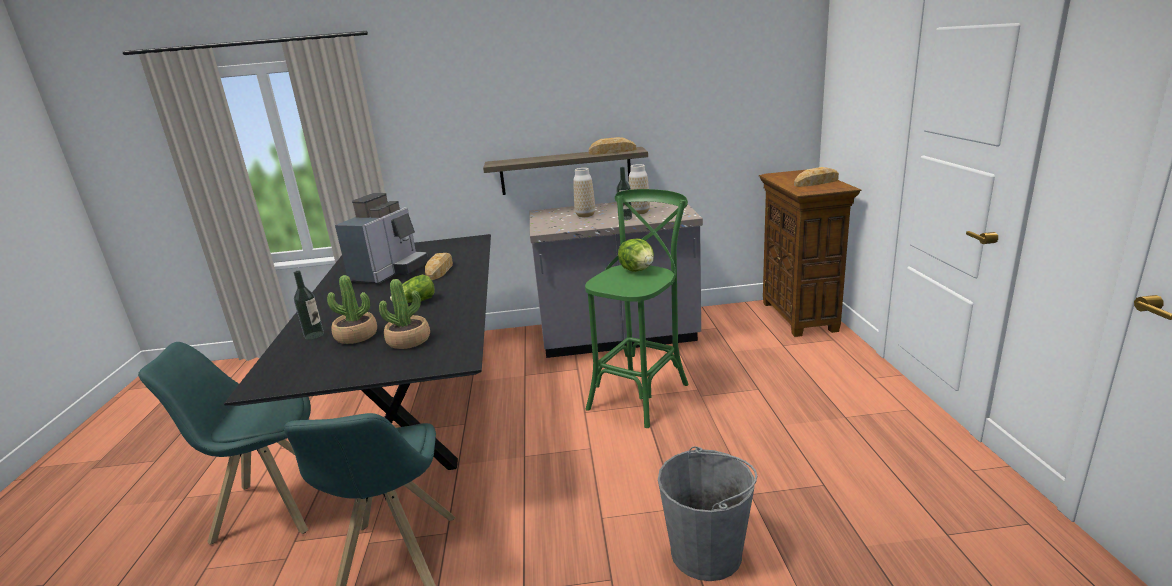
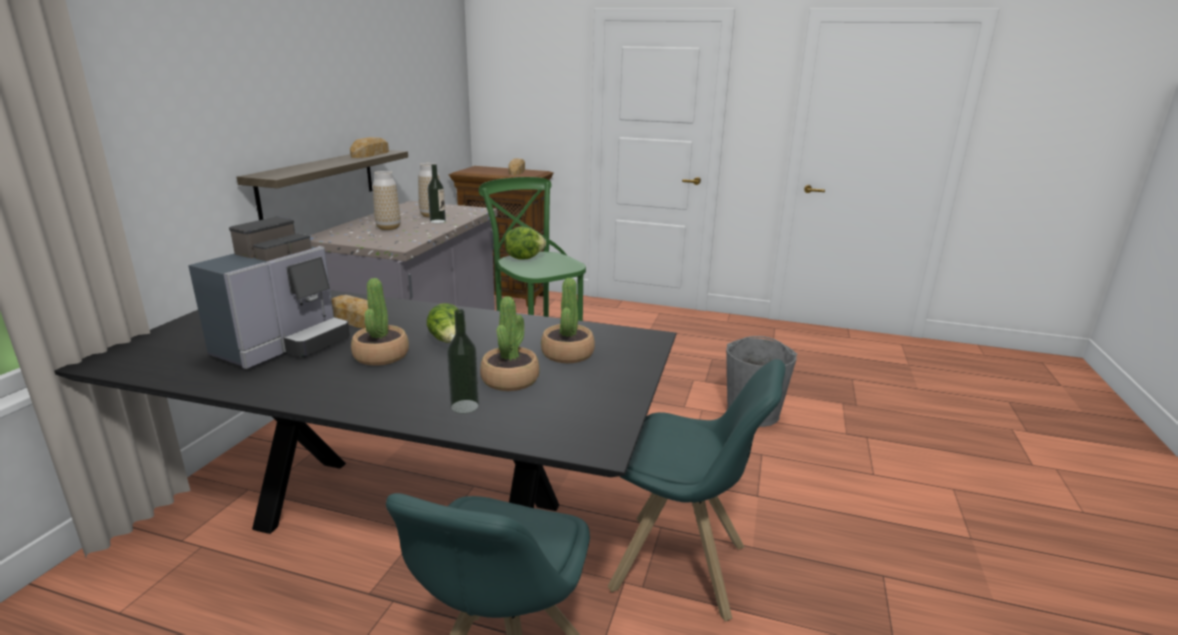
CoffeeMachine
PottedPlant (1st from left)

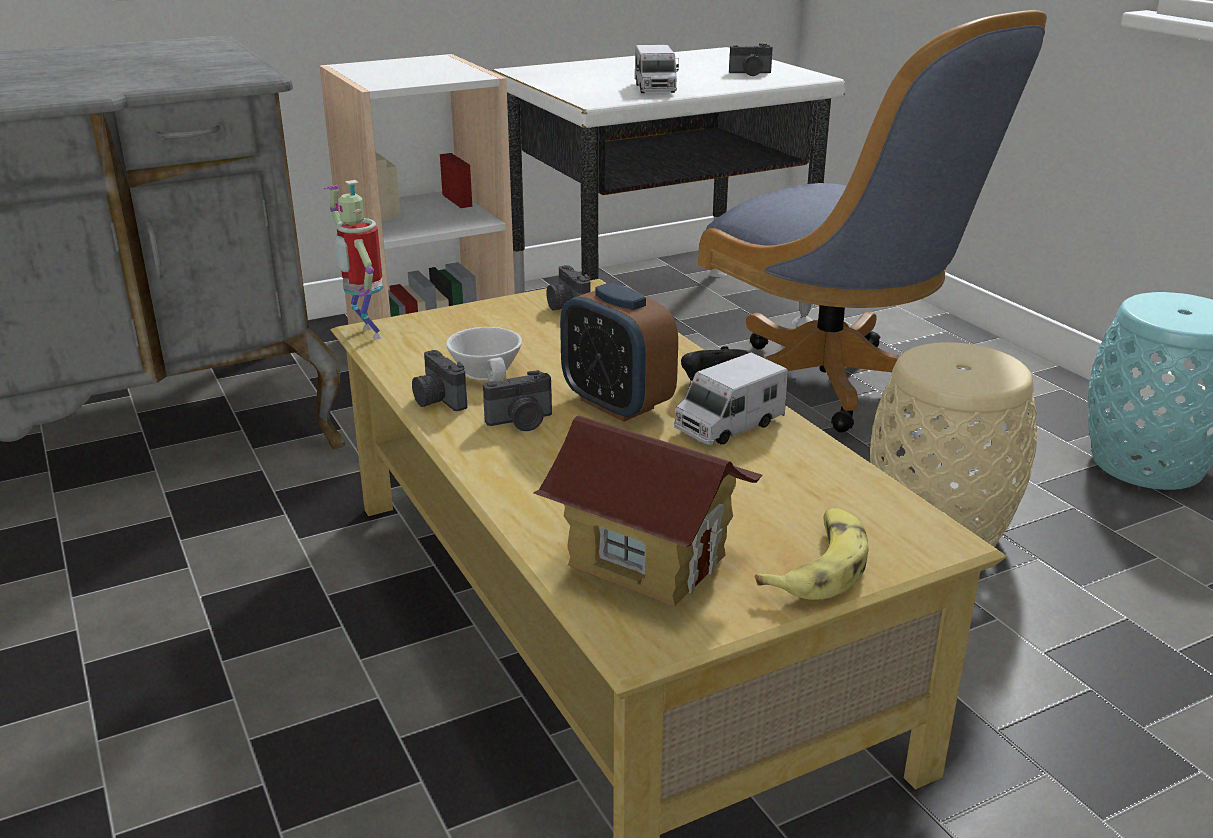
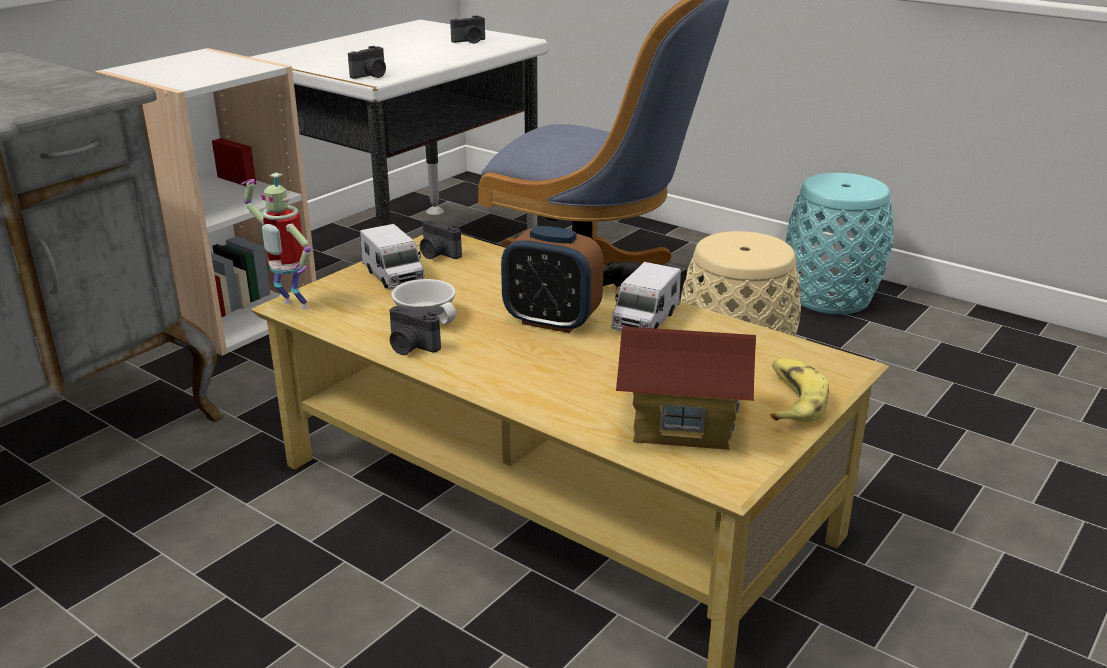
ToyTruck (1st from left)
PhotoCamera (1st from left)

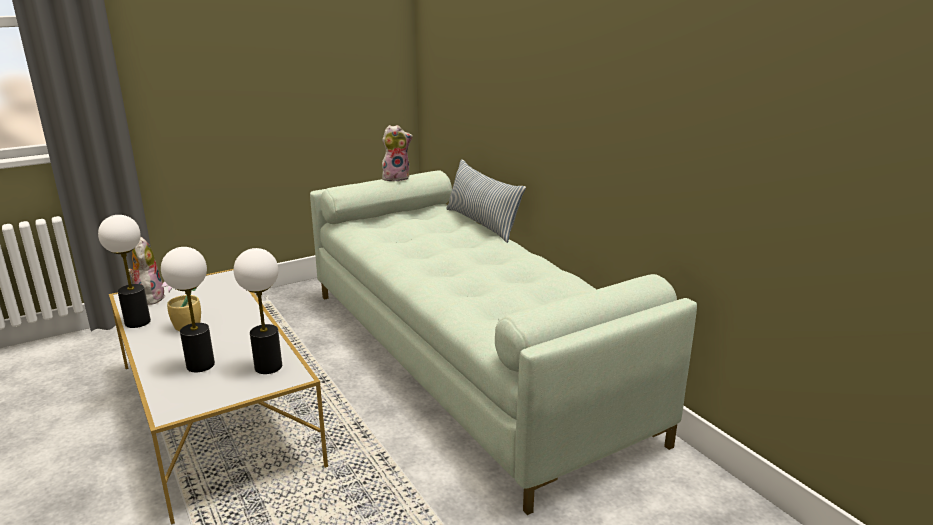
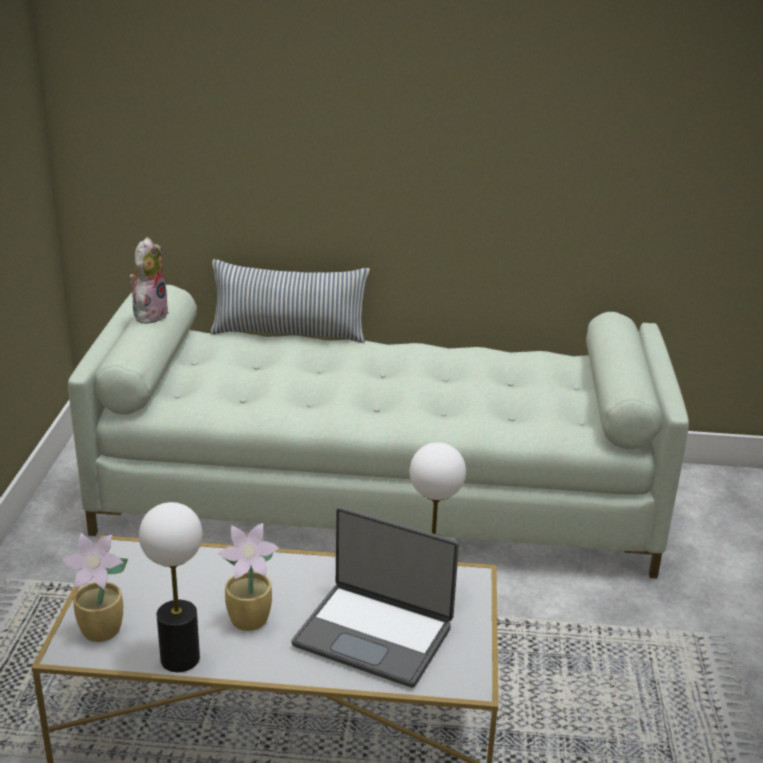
PottedPlant (1st from left)
Laptop

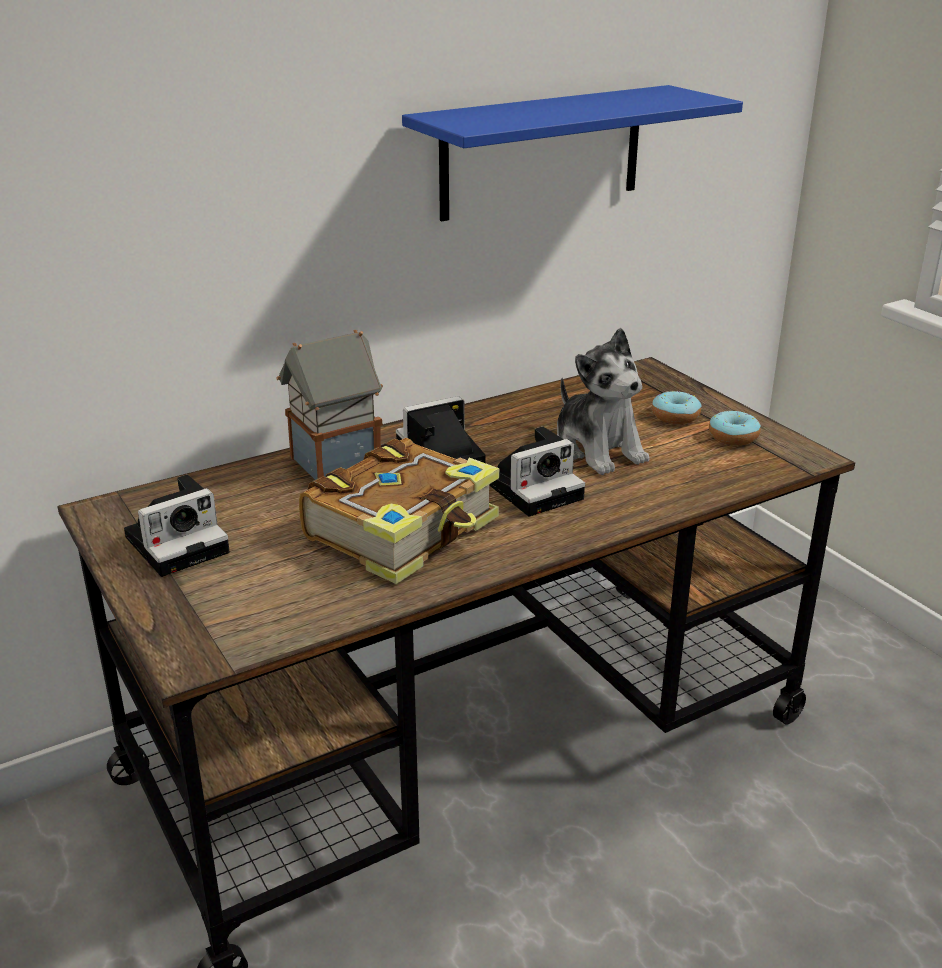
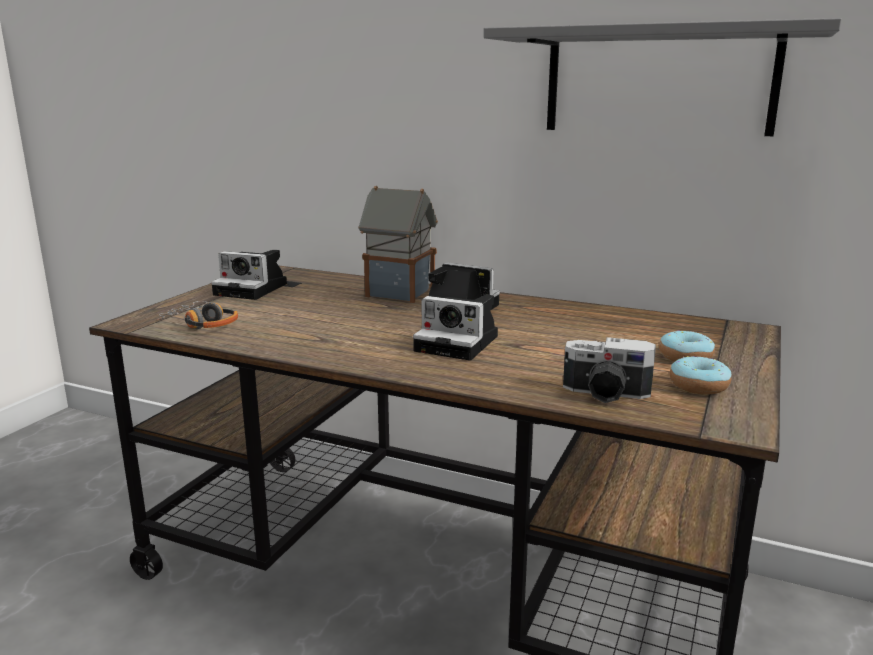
GreyShelf
PlushToy
Book
Headphones
PhotoCamera (4th from left)

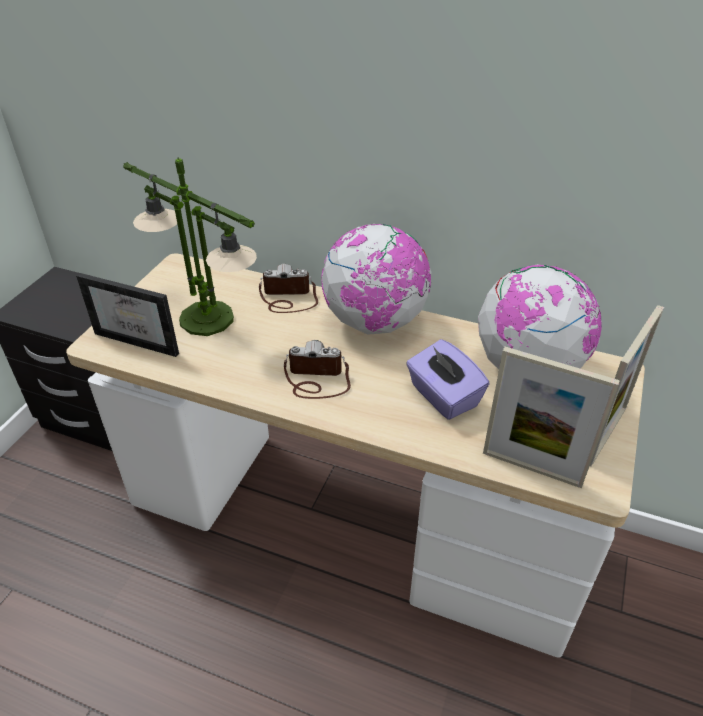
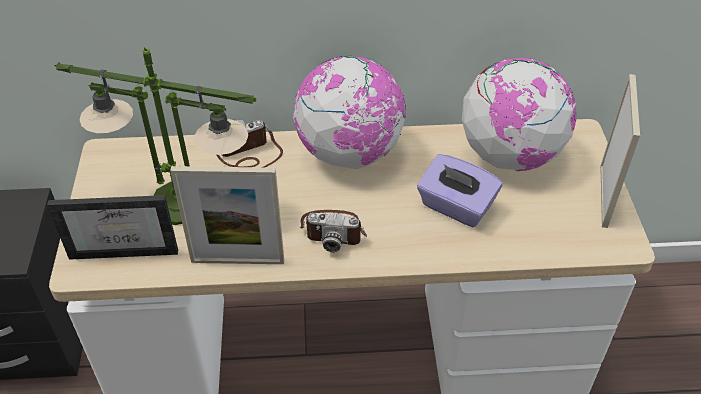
PhotoCamera (2nd from left)
PictureFrame (2nd from left)

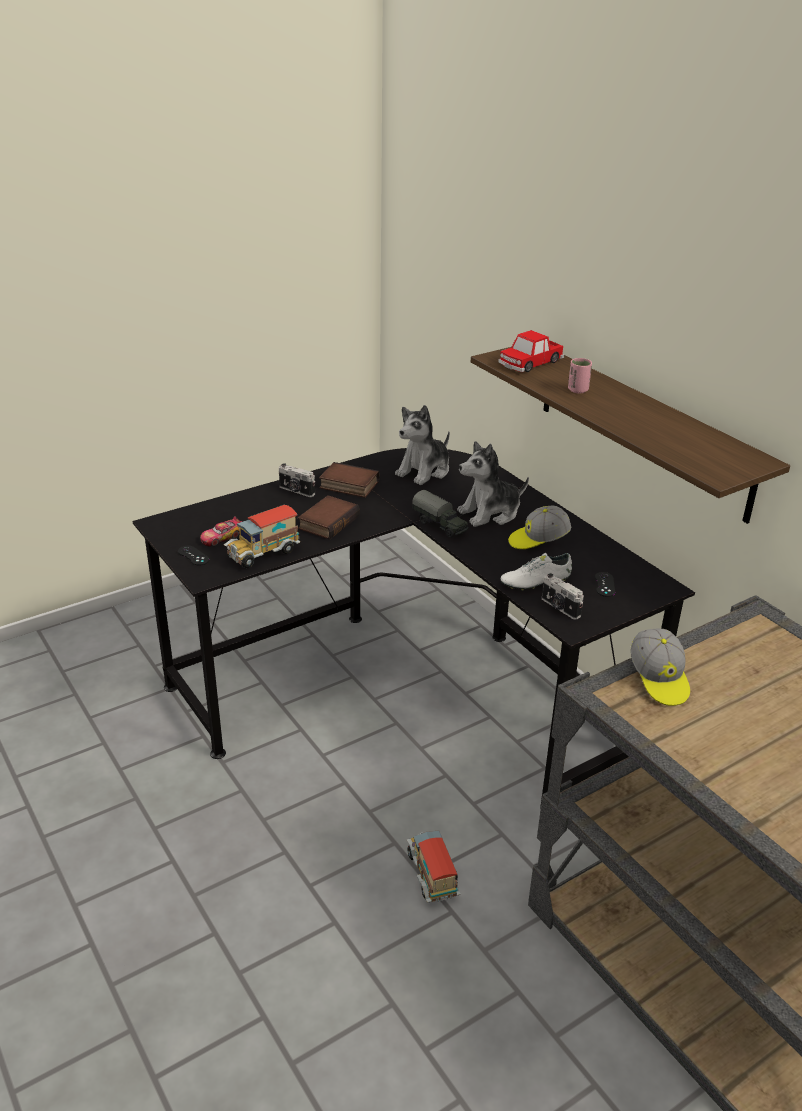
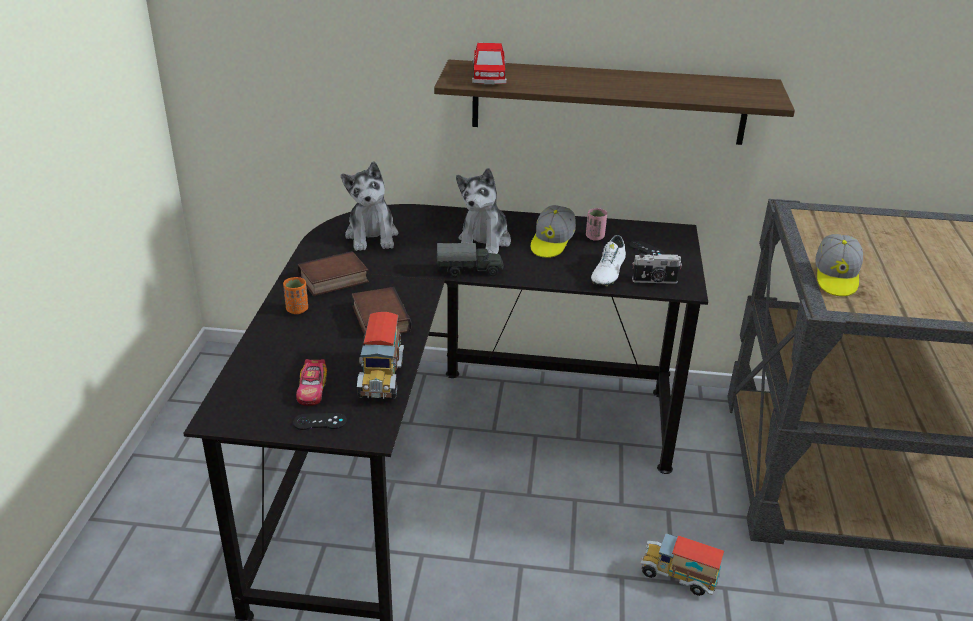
PinkCup
OrangeCup
Cap (2nd from left)

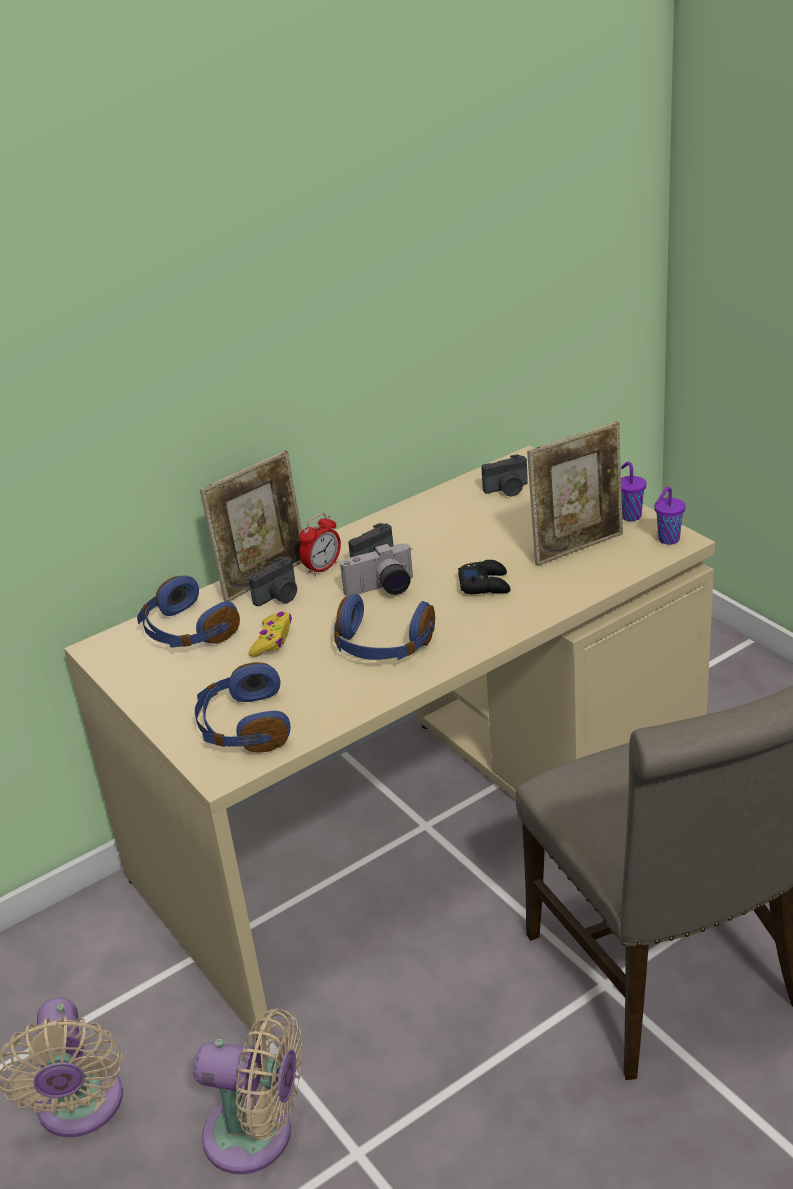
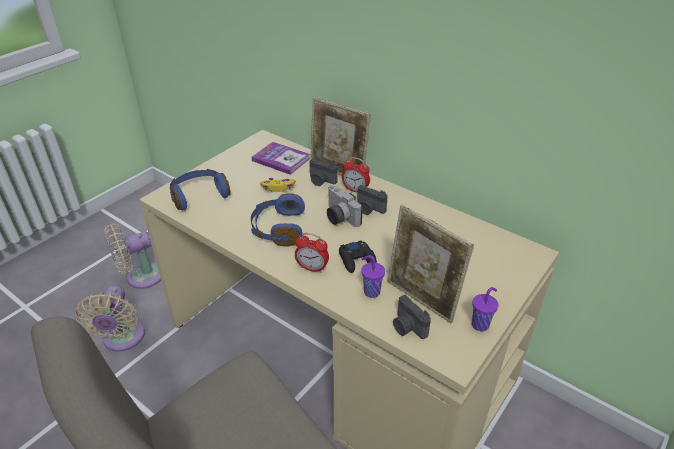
PhotoCamera (4th from left)
PurpleCup (1st from left)
Book
AlarmClock (1st from left)

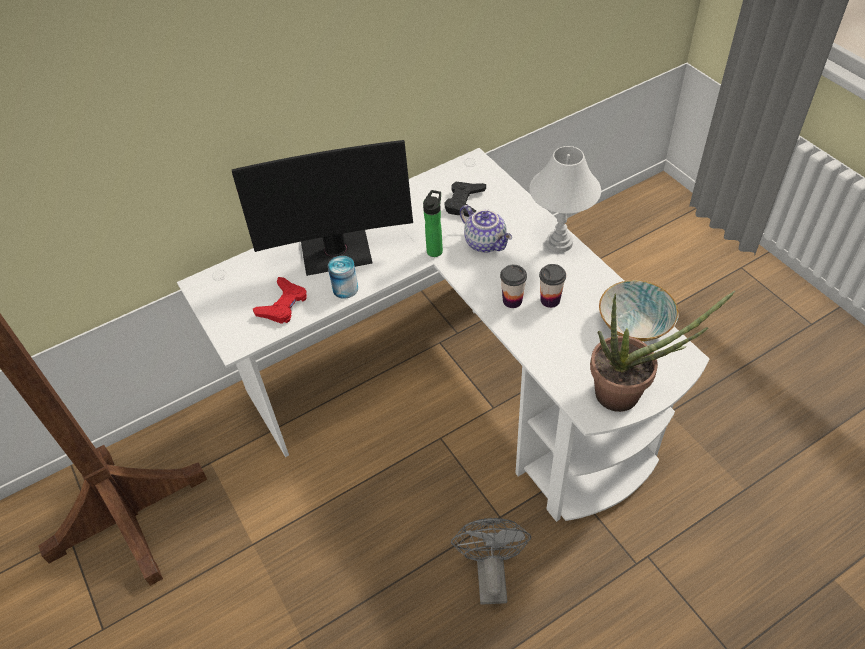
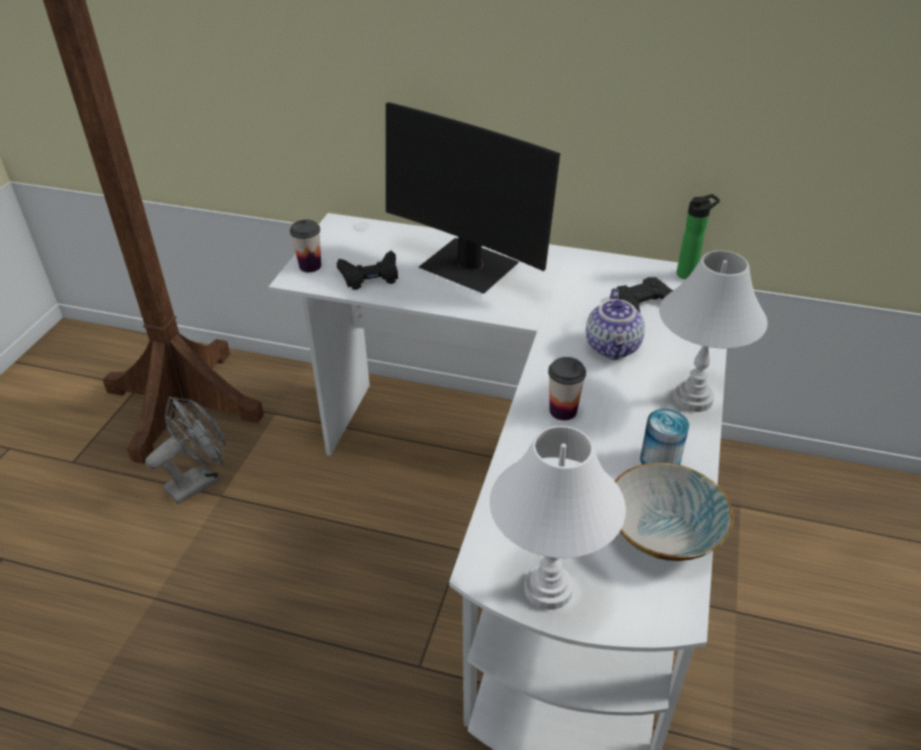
Bottle
Can
Cup (1st from left)
BlackGameController (1st from left)
WhiteTableLamp (1st from left)
GreyFan

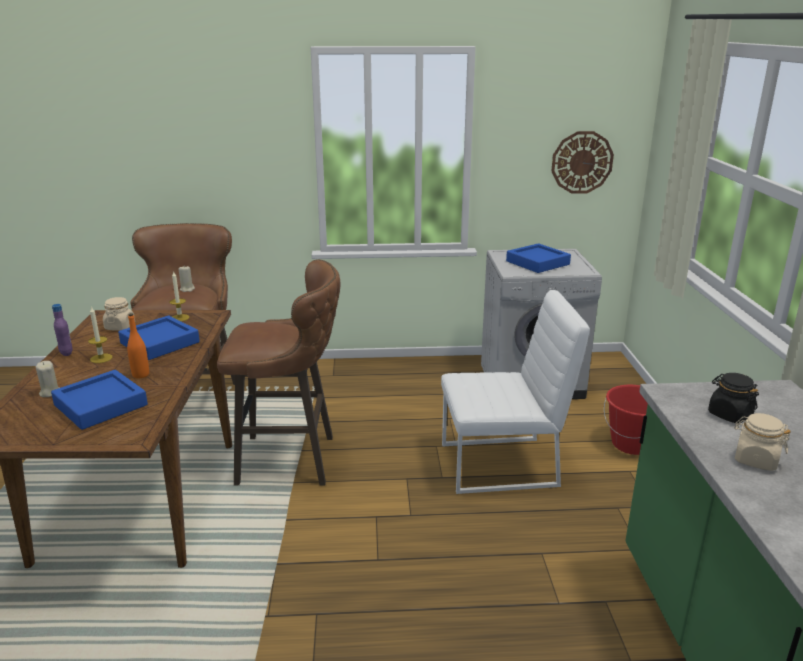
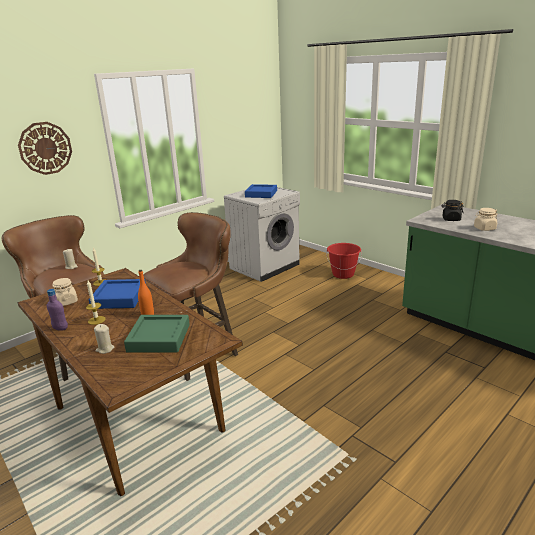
WallClock
WhiteChair
GreenTray

